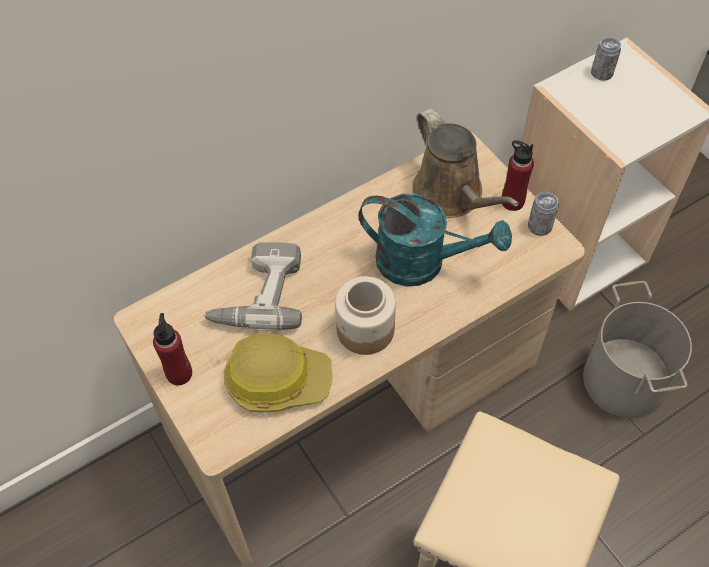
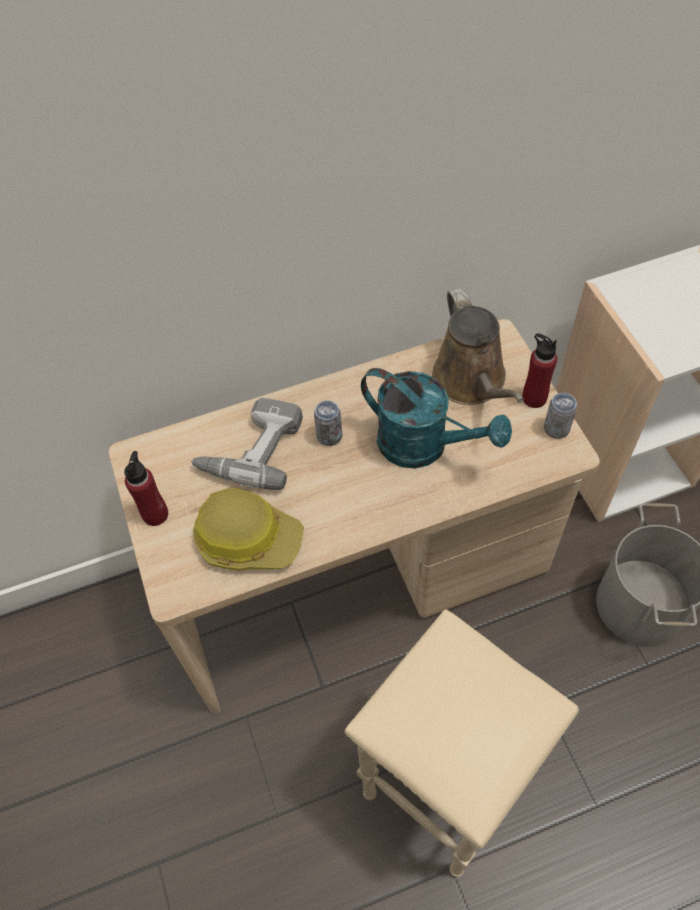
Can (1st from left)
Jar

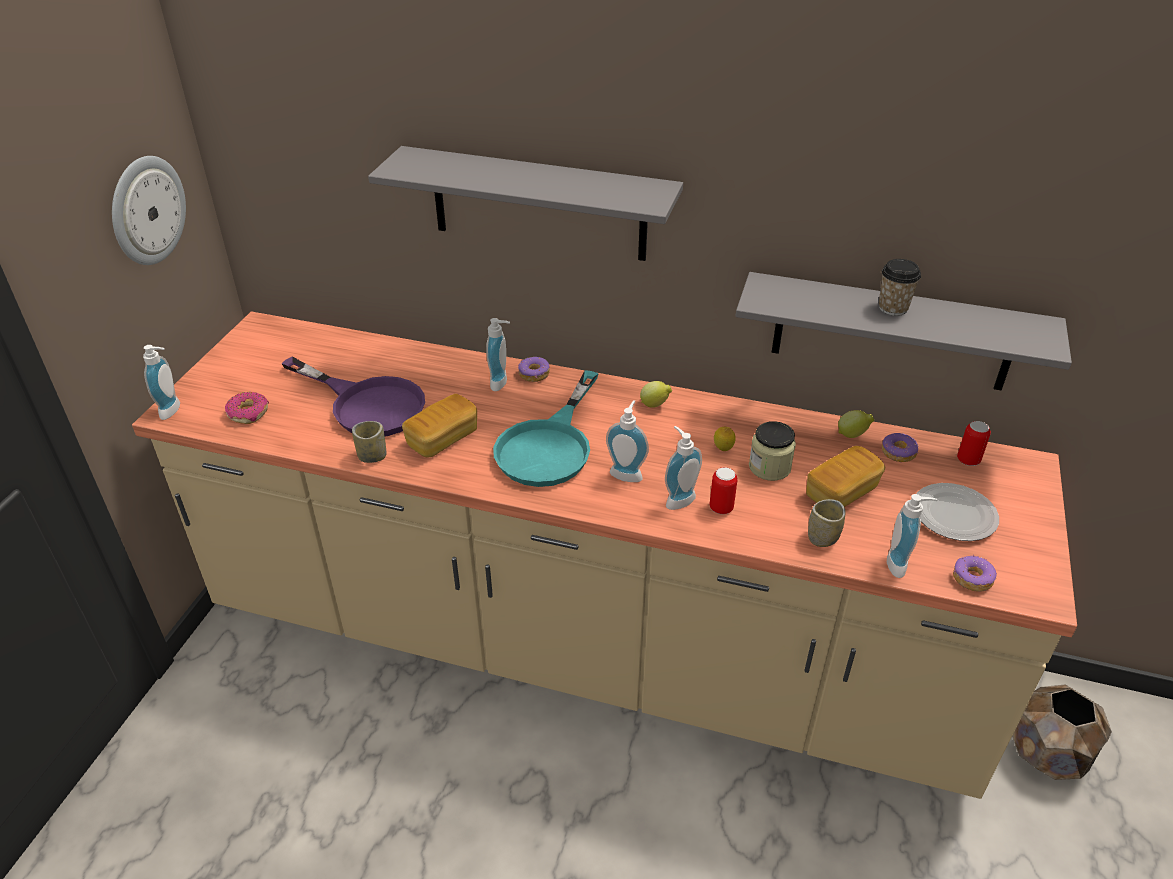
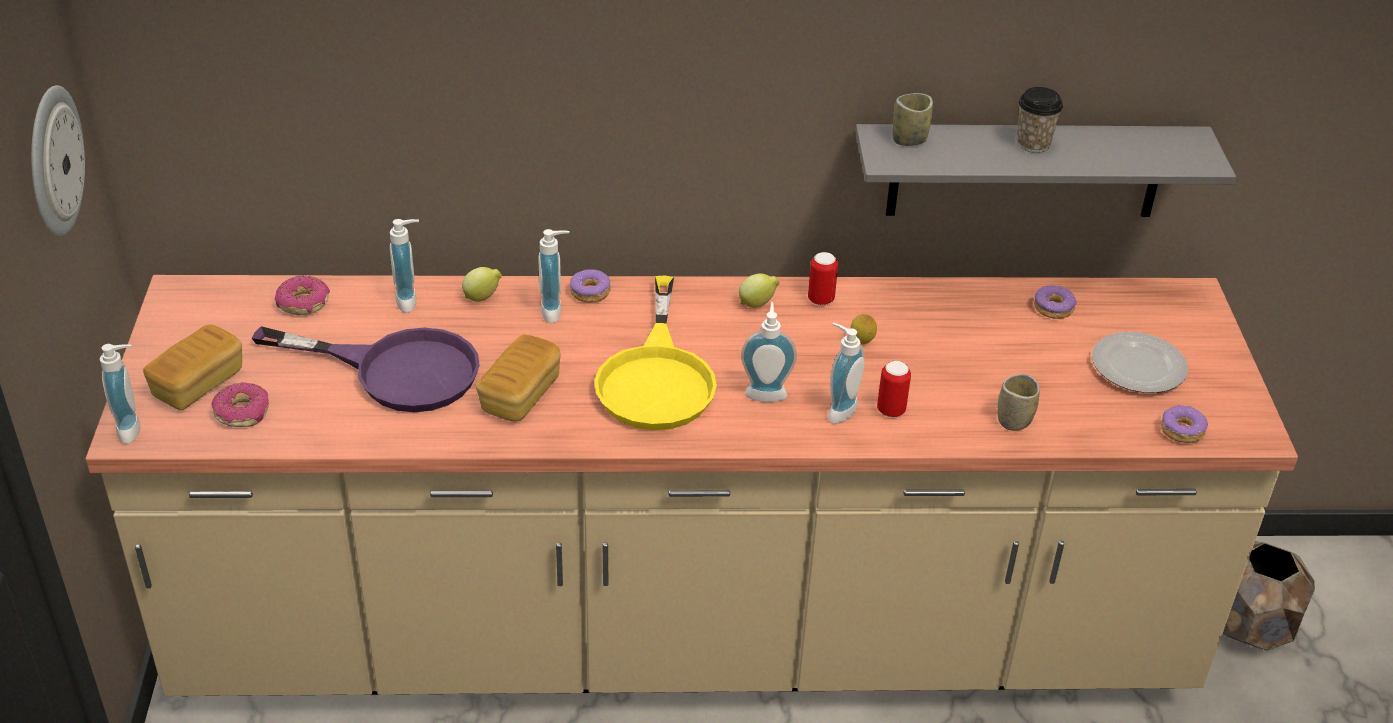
GreyShelf (1st from left in the first image)
YellowFryingPan
Lemon (1st from left)
Cup (1st from left)
Jar
Can (1st from left)
Bread (1st from left)
SoapDispenser (2nd from left)
Donut (2nd from left)

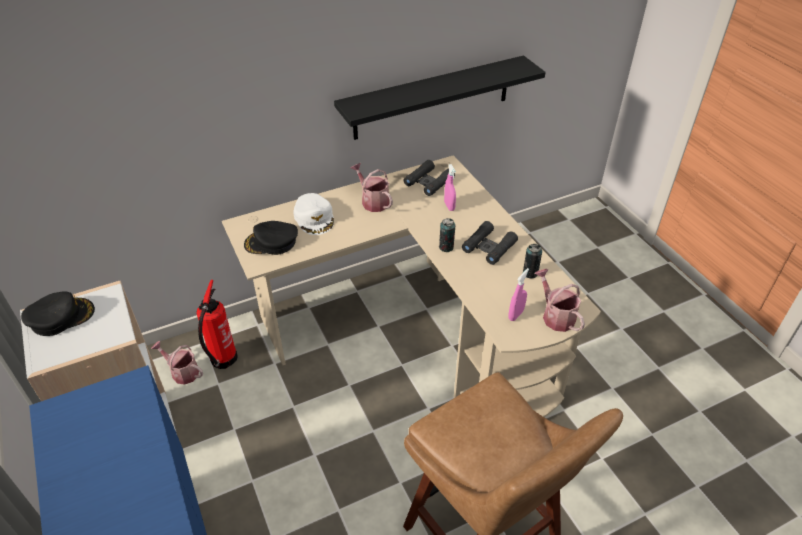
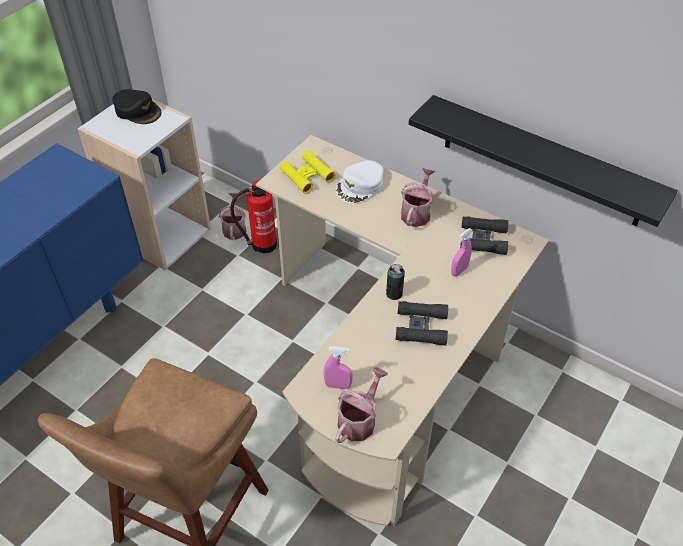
YellowBinoculars
Can (2nd from left in the first image)

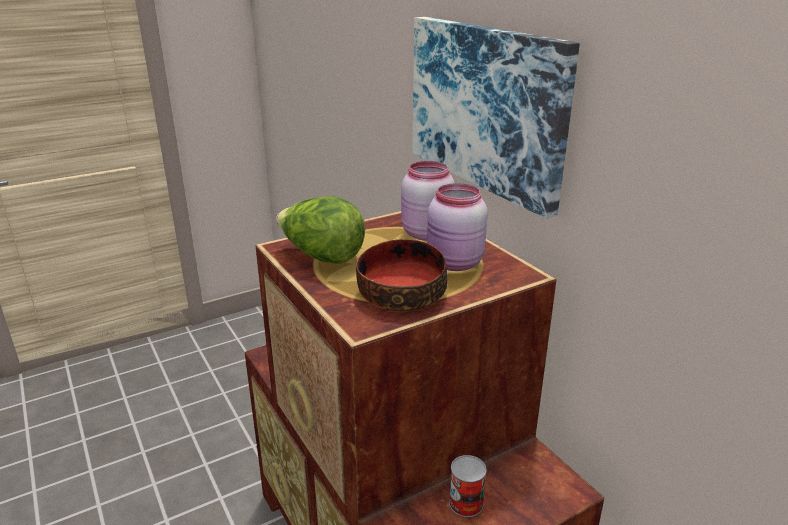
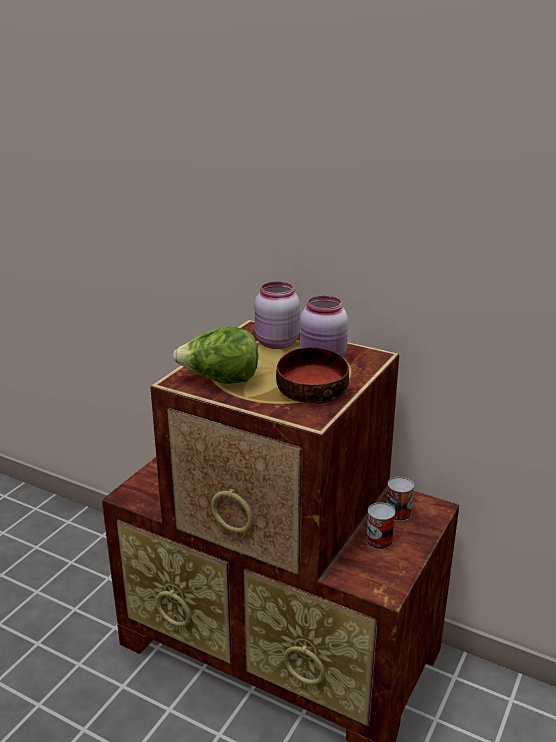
Picture
Can (2nd from left)

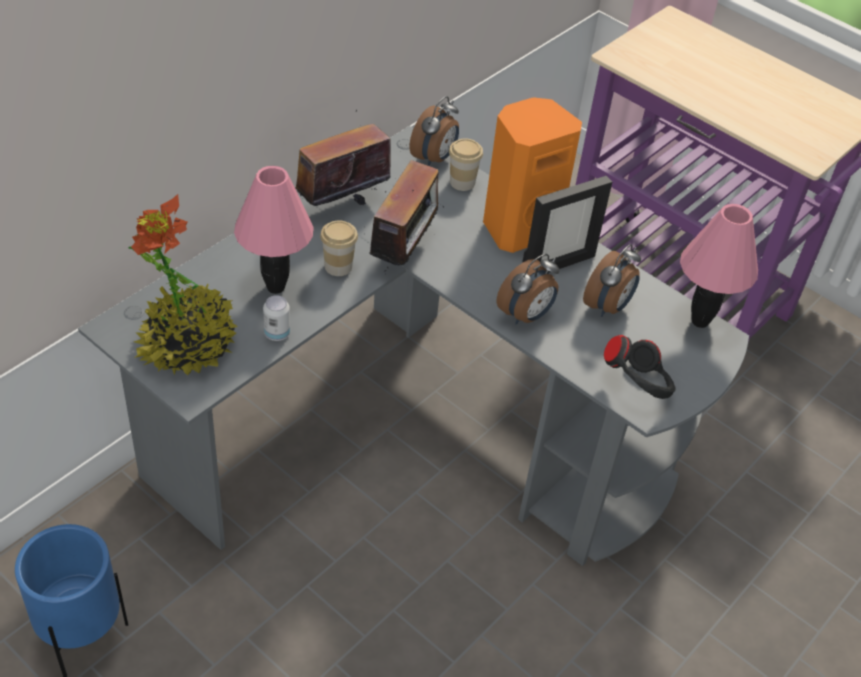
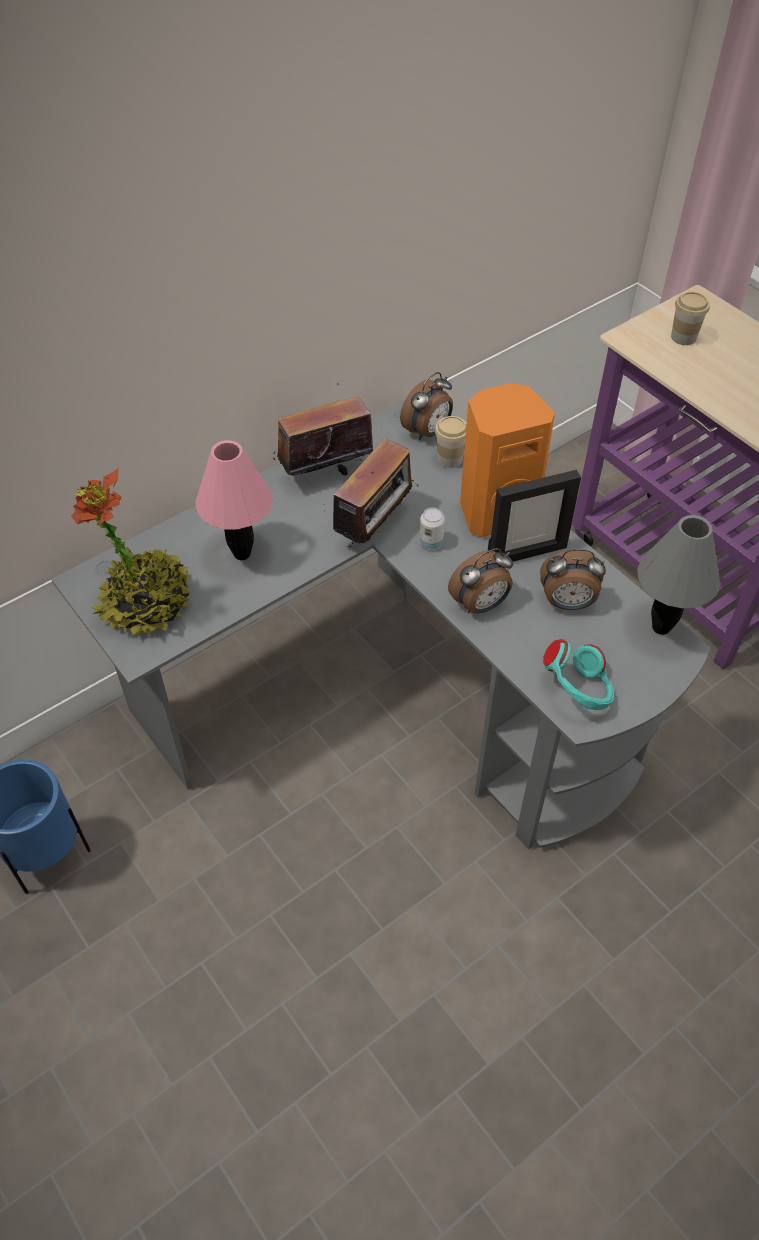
GreyTableLamp
Cup (2nd from left)
AlarmClock (3rd from left)
Can
TurquoiseHeadphones

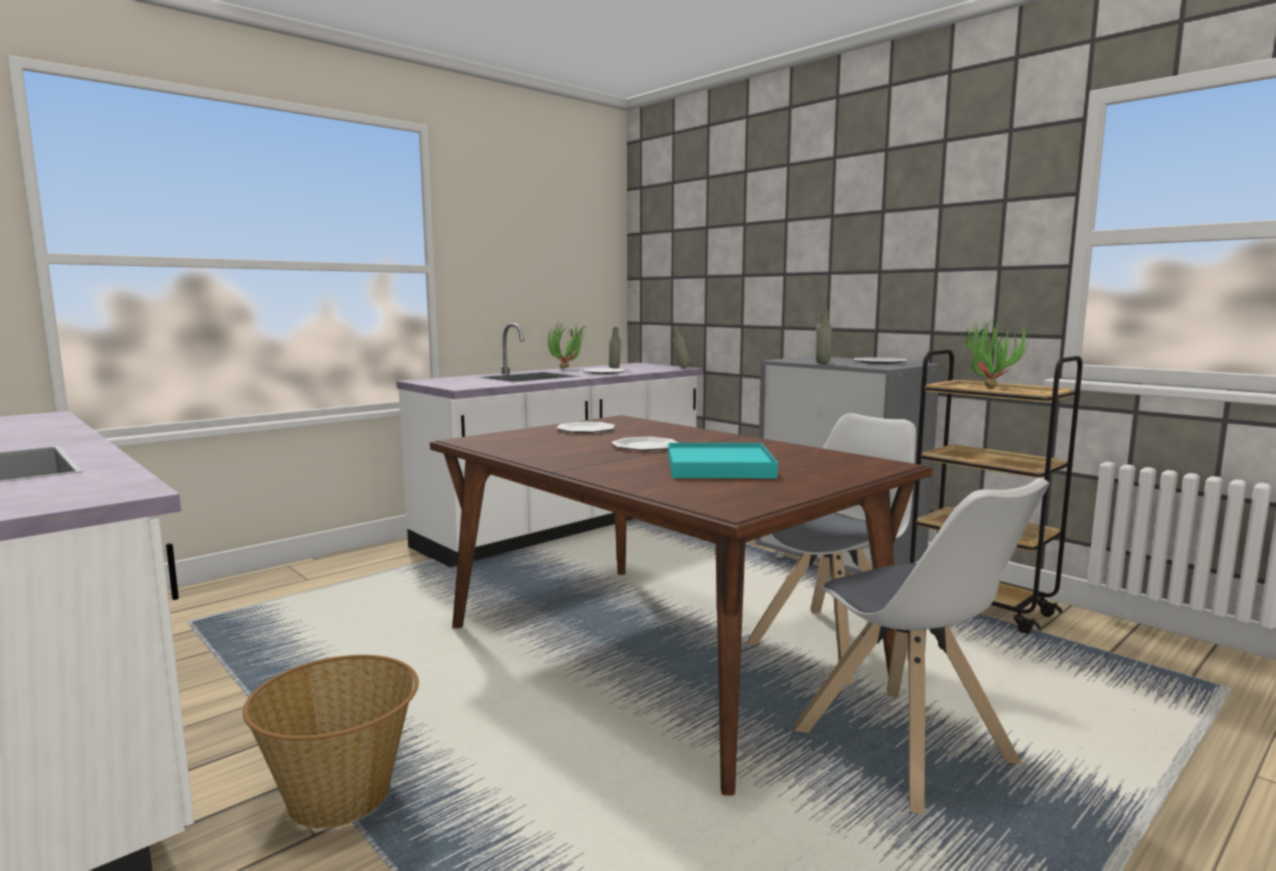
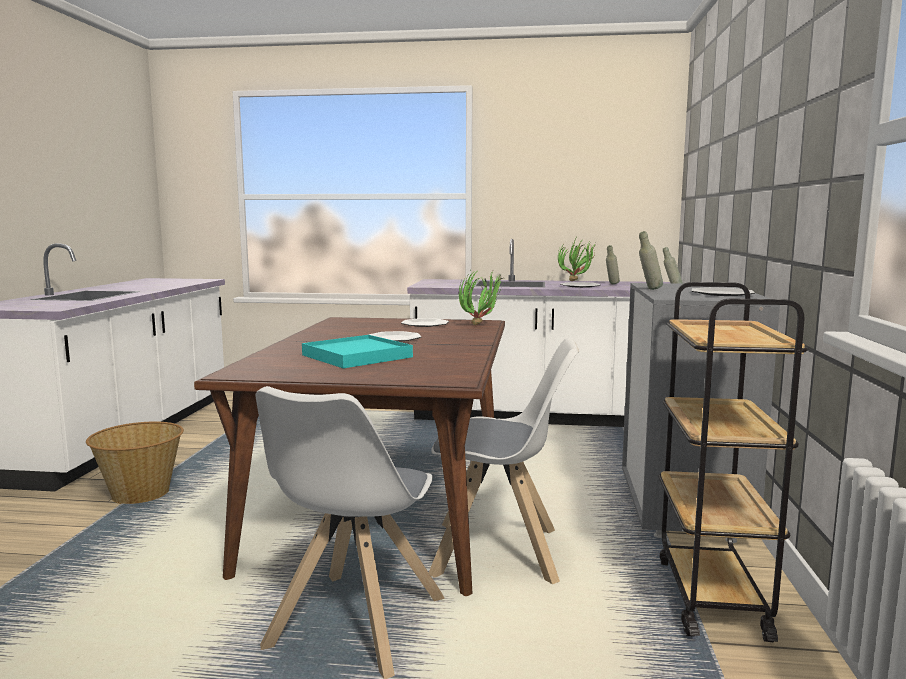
PottedPlant (1st from left)

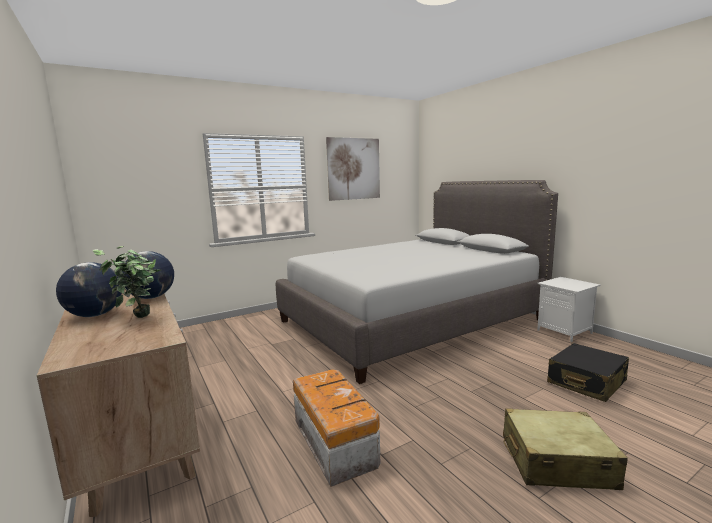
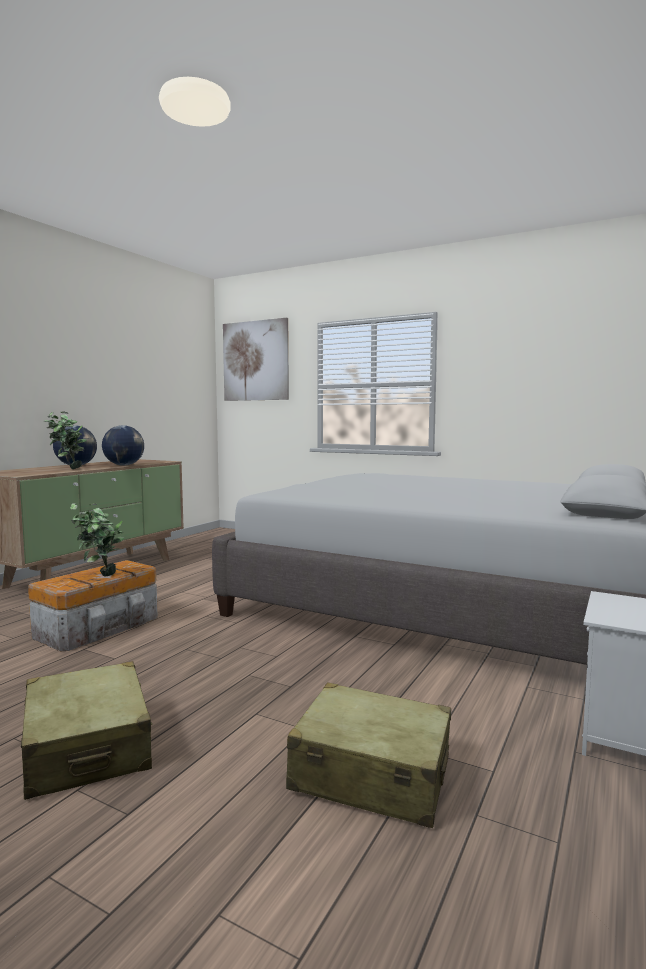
Picture
BeigeSuitcase (2nd from left)
PottedPlant (2nd from left)

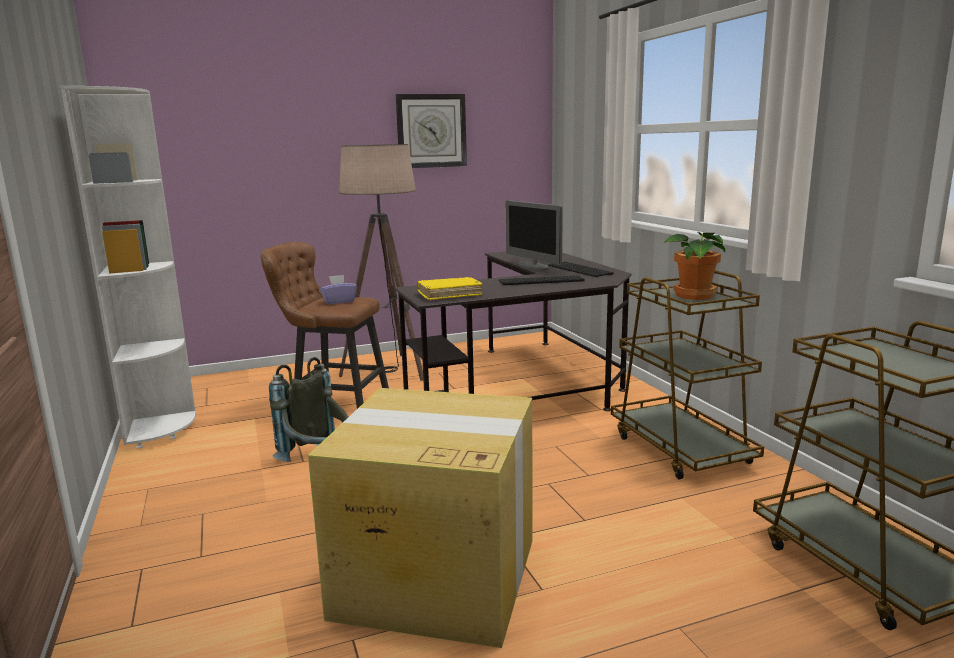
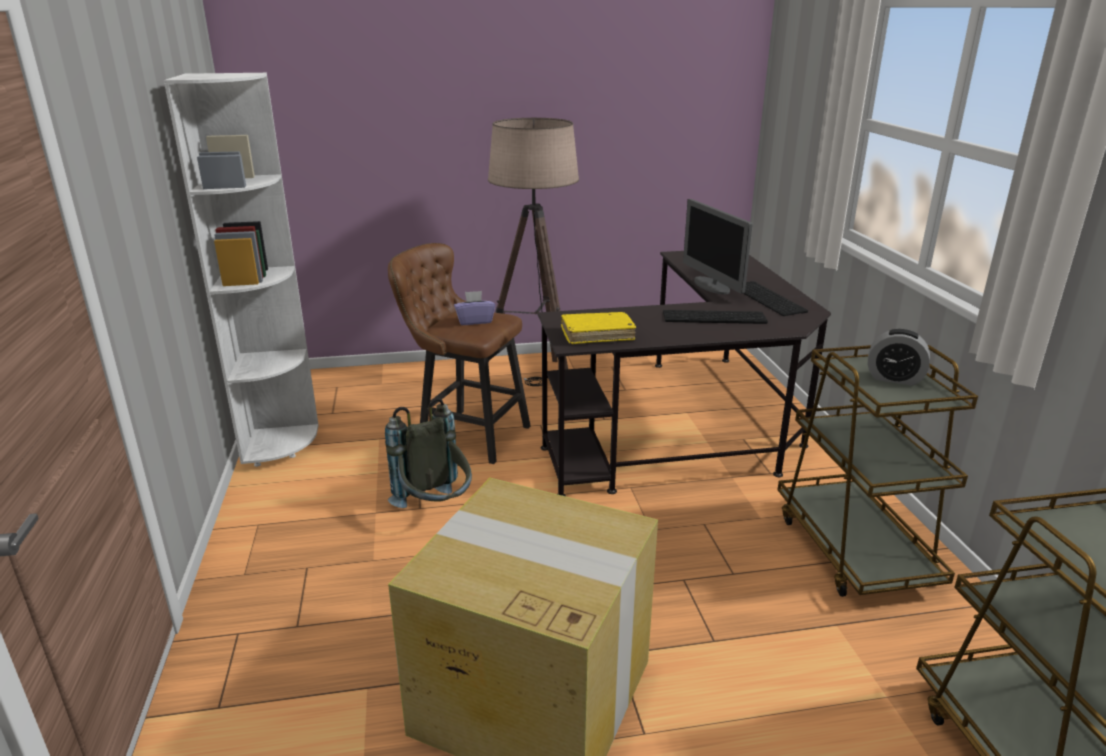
WallClock
AlarmClock

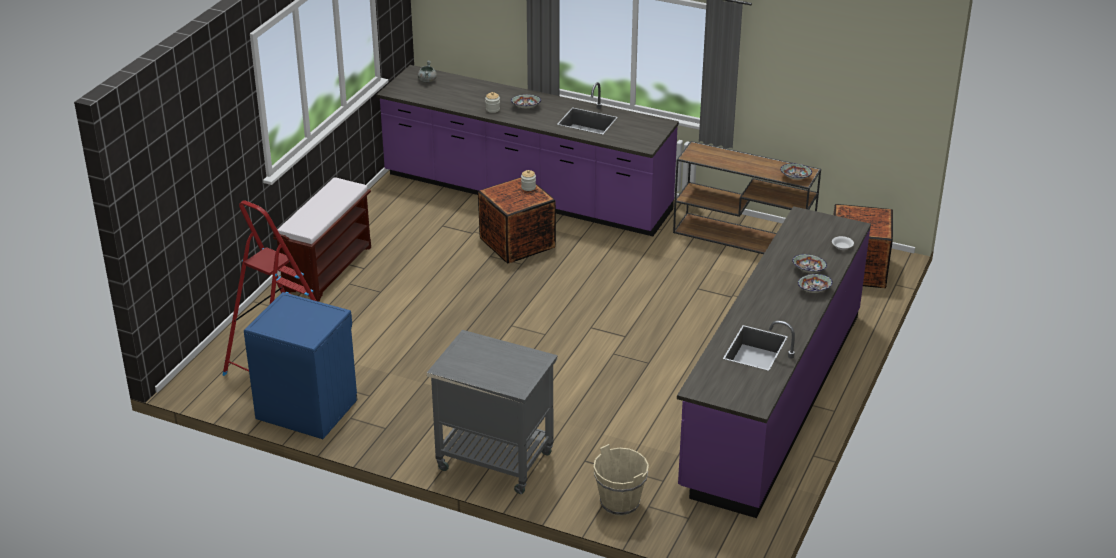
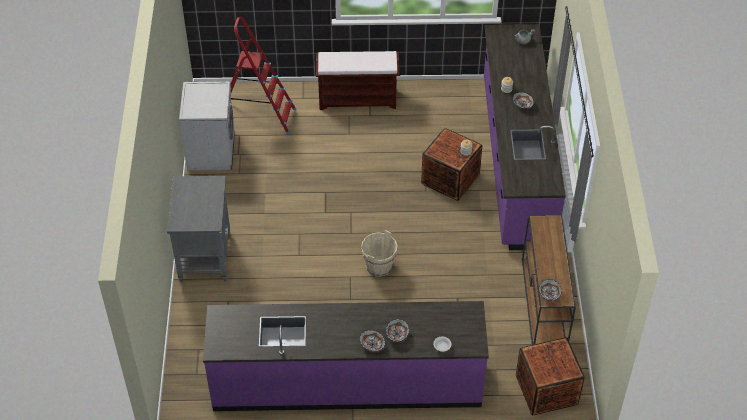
WhiteWashingMachine
BeigeBucket

